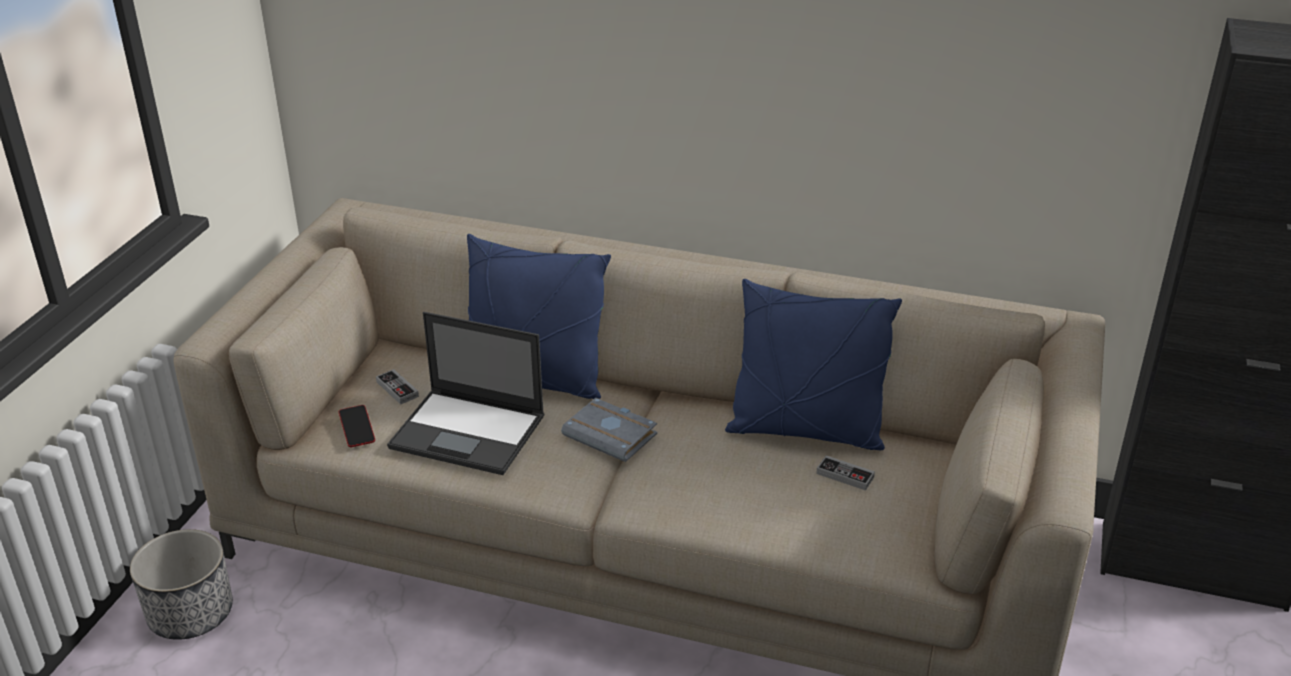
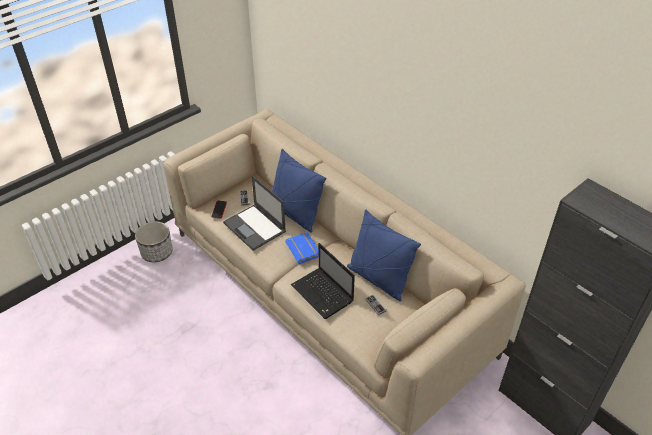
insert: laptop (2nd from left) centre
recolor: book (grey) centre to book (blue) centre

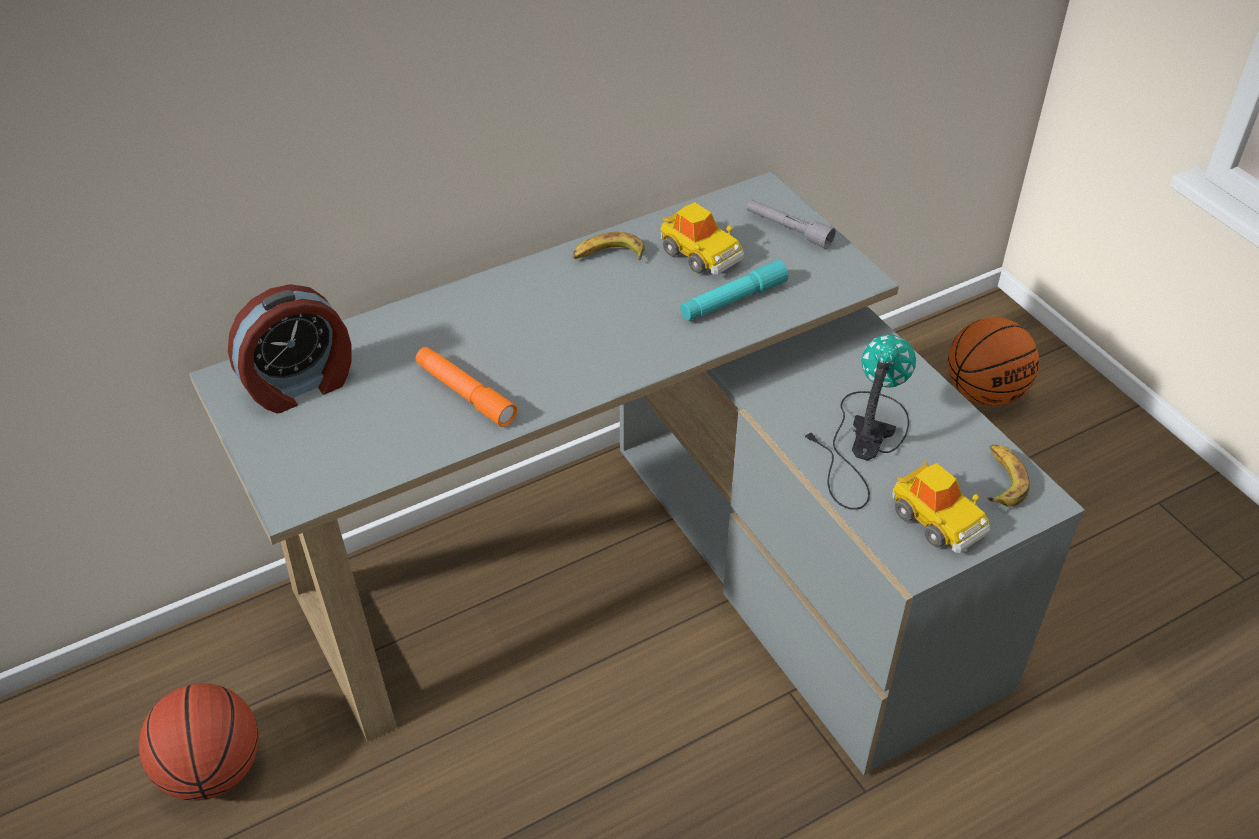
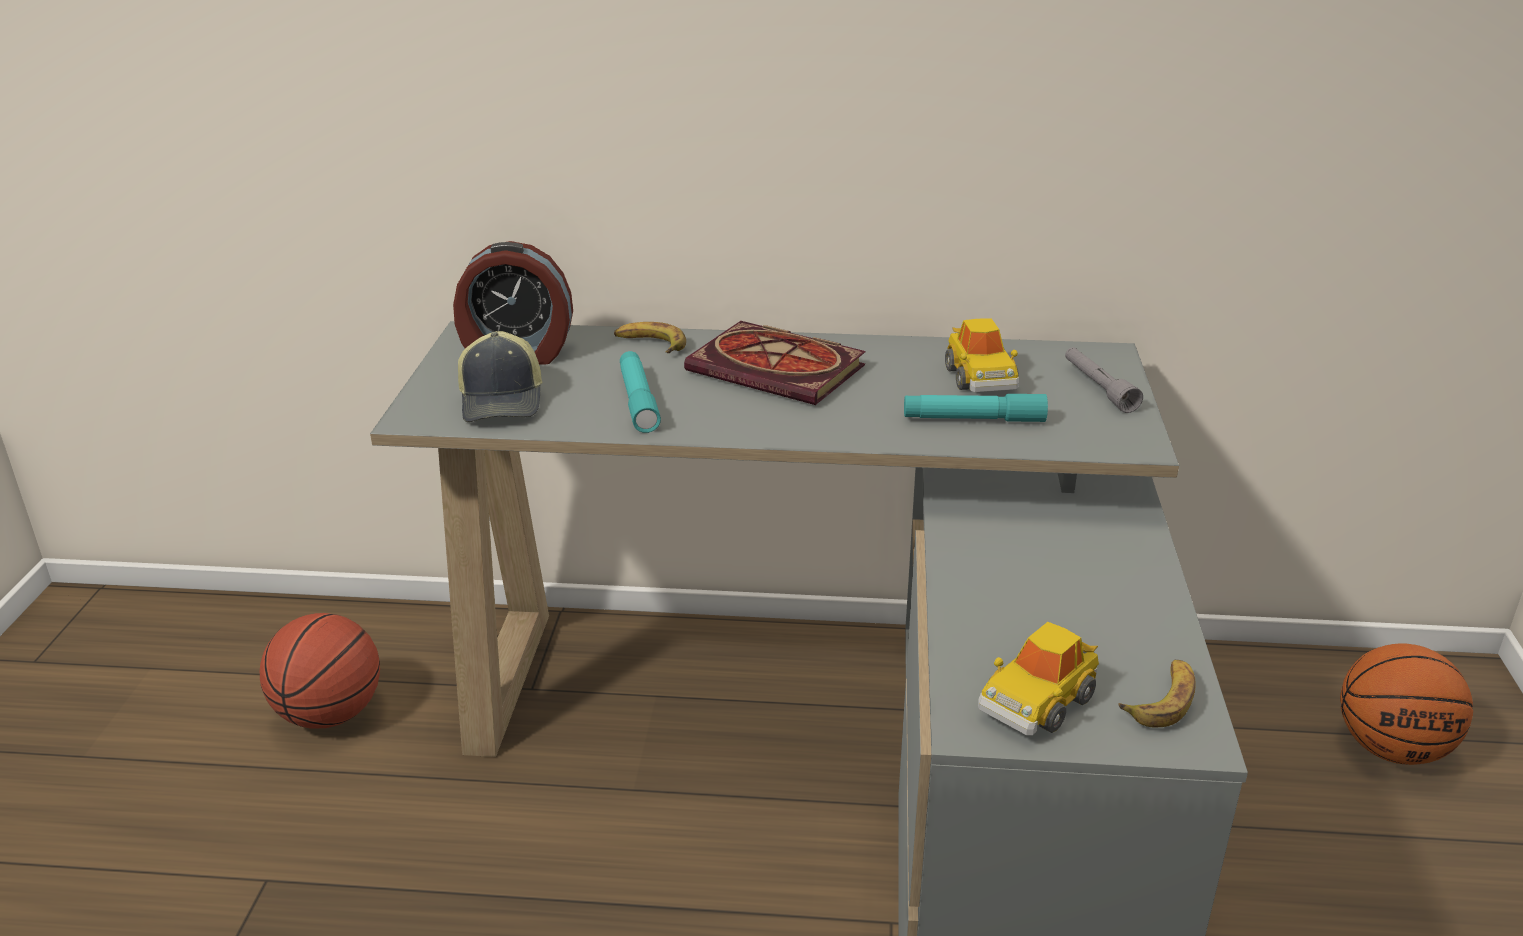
delete: table lamp middle right
insert: book centre; cap middle left
move: banana (1st from left) top centre to centre
recolor: flashlight (orange) centre to flashlight (turquoise) (1st from left) centre
rotate: toy car (2nd from left) middle right = bottom right 45 degrees clockwise

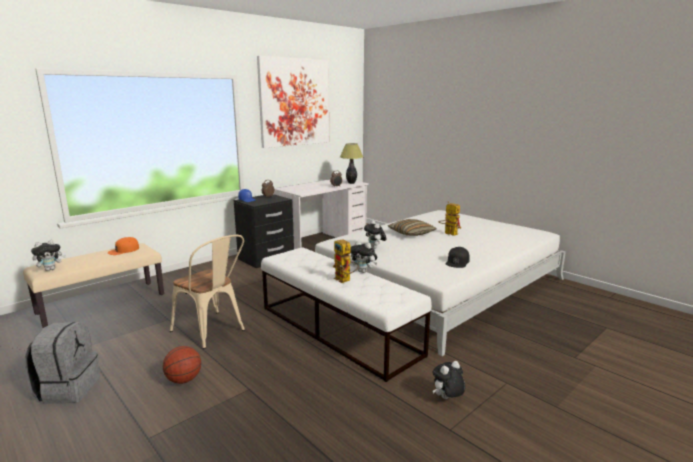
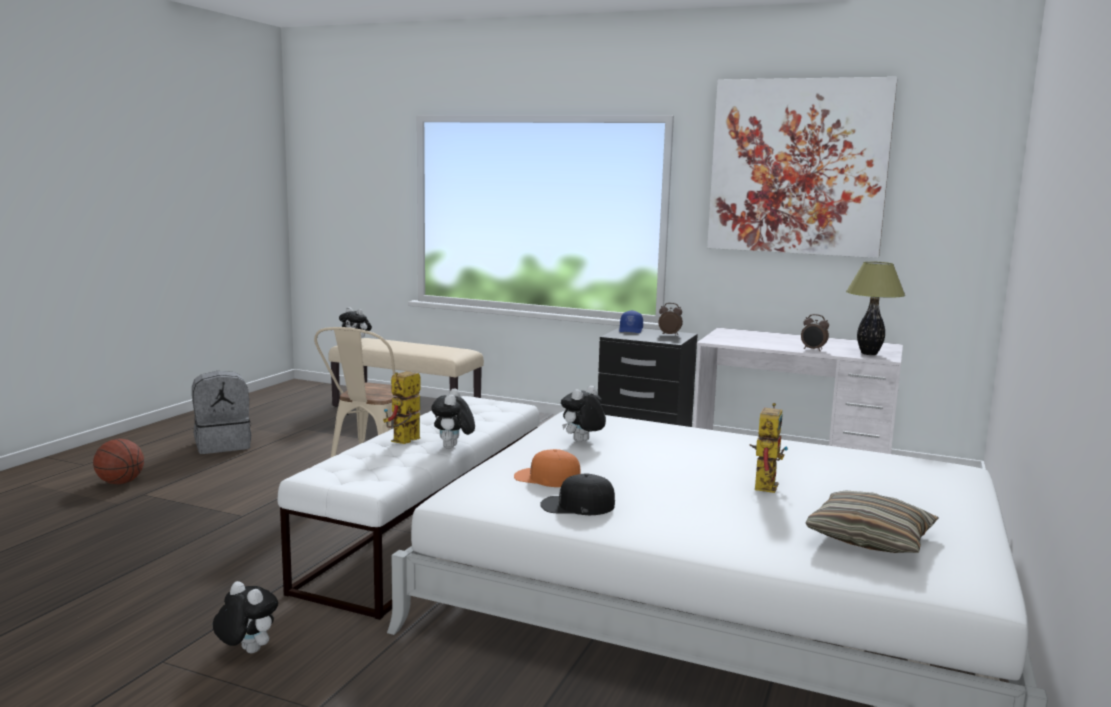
move: pillow centre to bottom right; cap (orange) middle left to centre; basketball bottom left to middle left

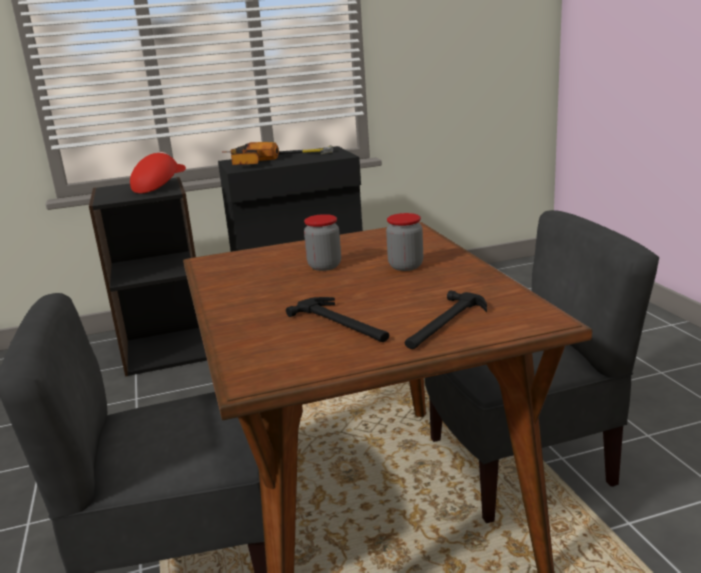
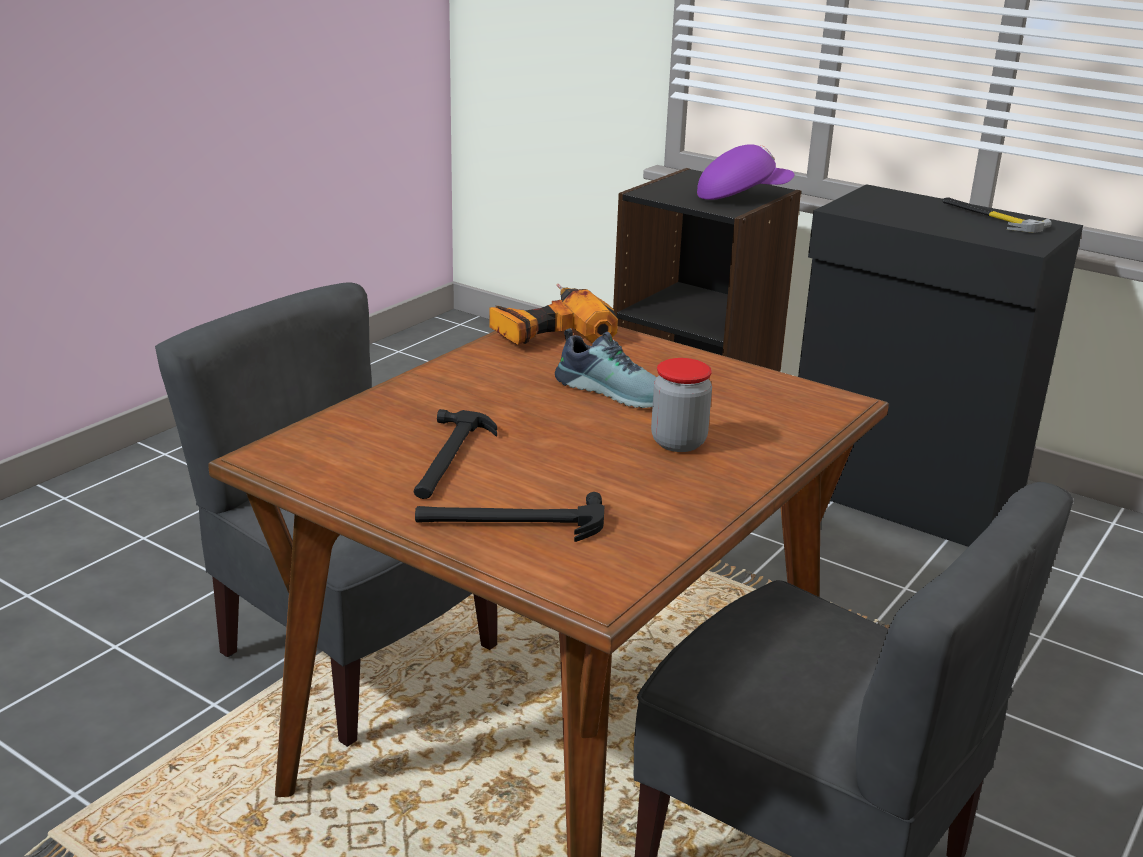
move: power drill top centre to centre
replace: jar (1st from left) centre to shoe centre
recolor: cap (red) top left to cap (purple) top centre

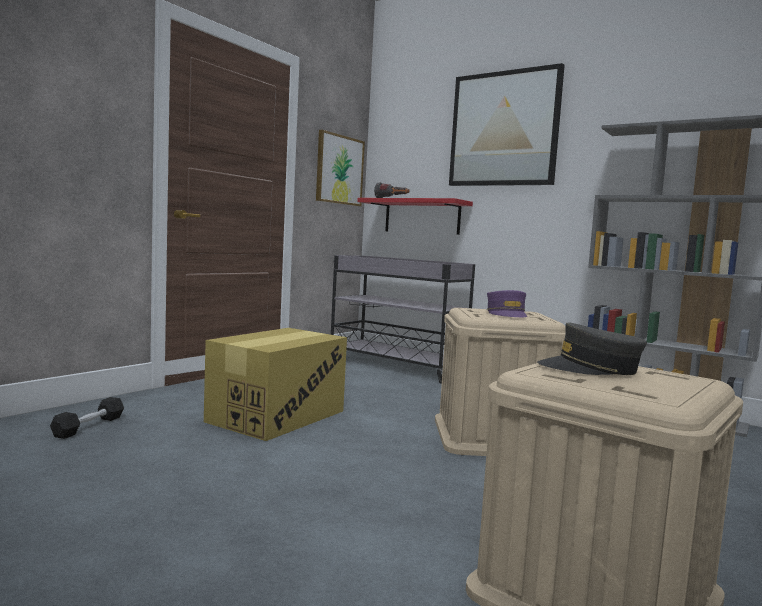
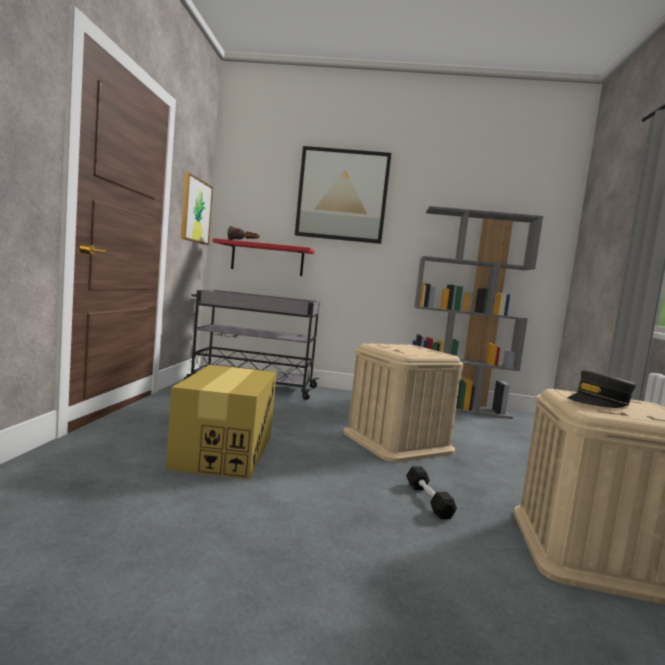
delete: cap (purple) centre
move: dumbbell (black) bottom left to bottom centre

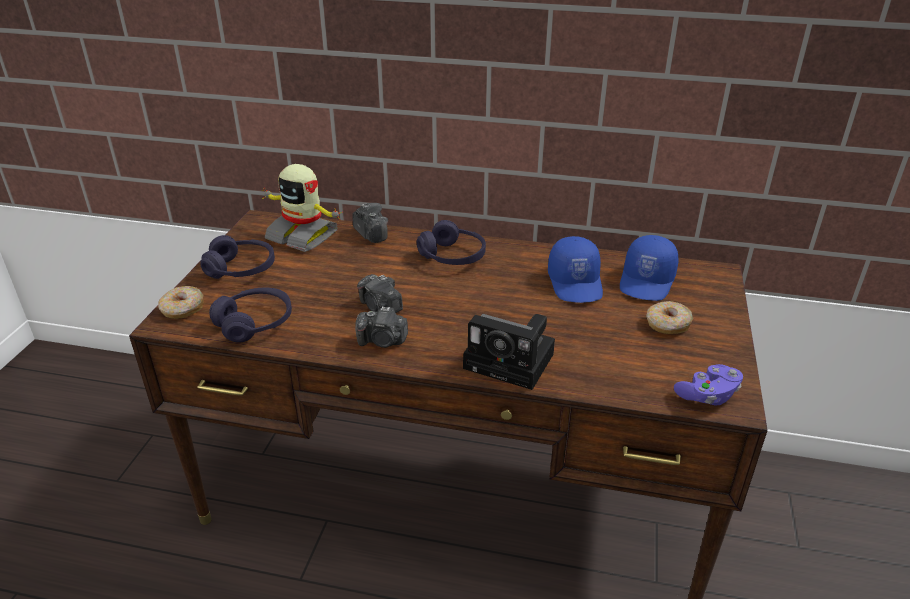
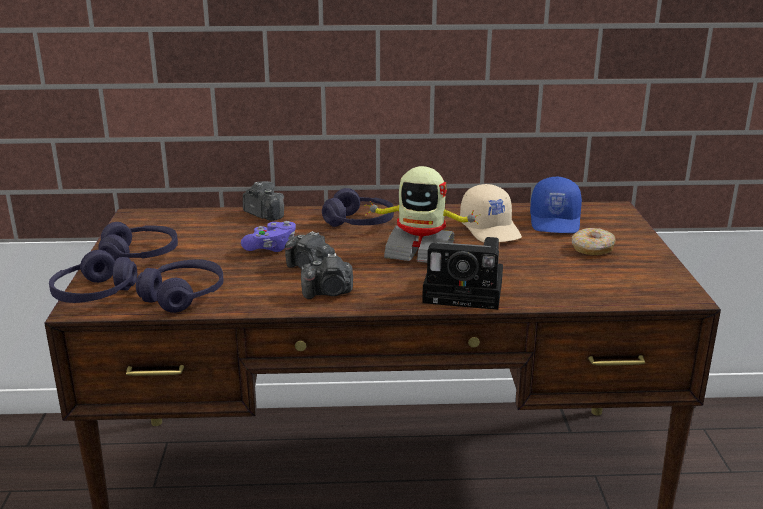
move: toy robot middle left to centre; game controller (purple) middle right to centre
replace: donut (1st from left) middle left to headphones (purple) (1st from left) middle left
recolor: cap (blue) (1st from left) centre to cap (beige) centre

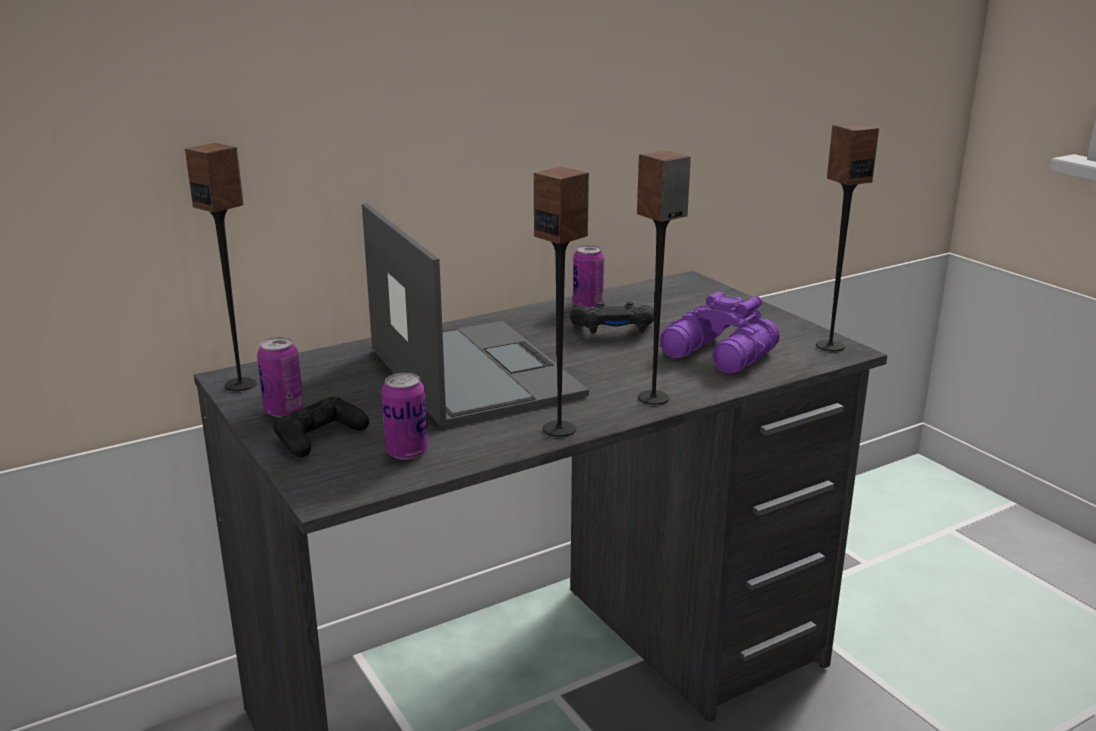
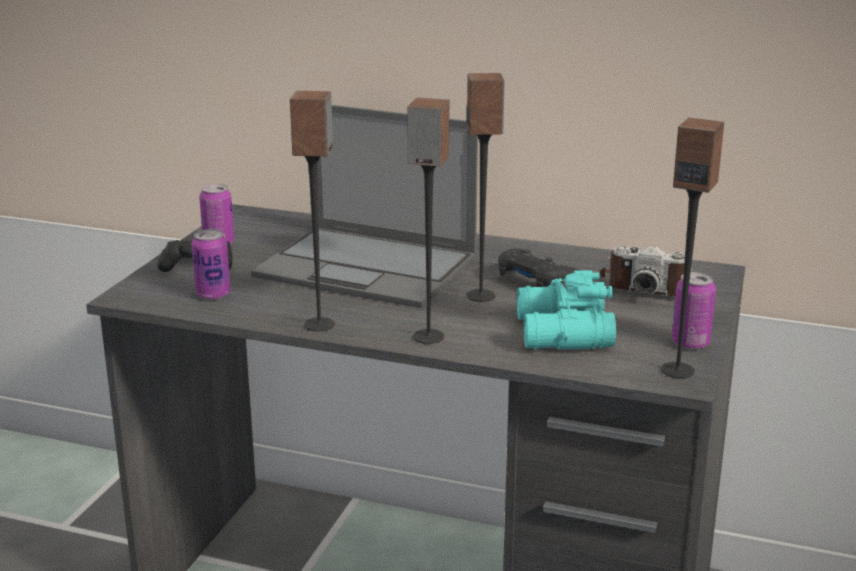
insert: photo camera middle right
move: speaker (1st from left in the first image) middle left to speaker (3rd from left) top centre; can (3rd from left) centre to middle right
recolor: binoculars (purple) centre to binoculars (turquoise) centre
rotate: laptop centre = centre 90 degrees clockwise

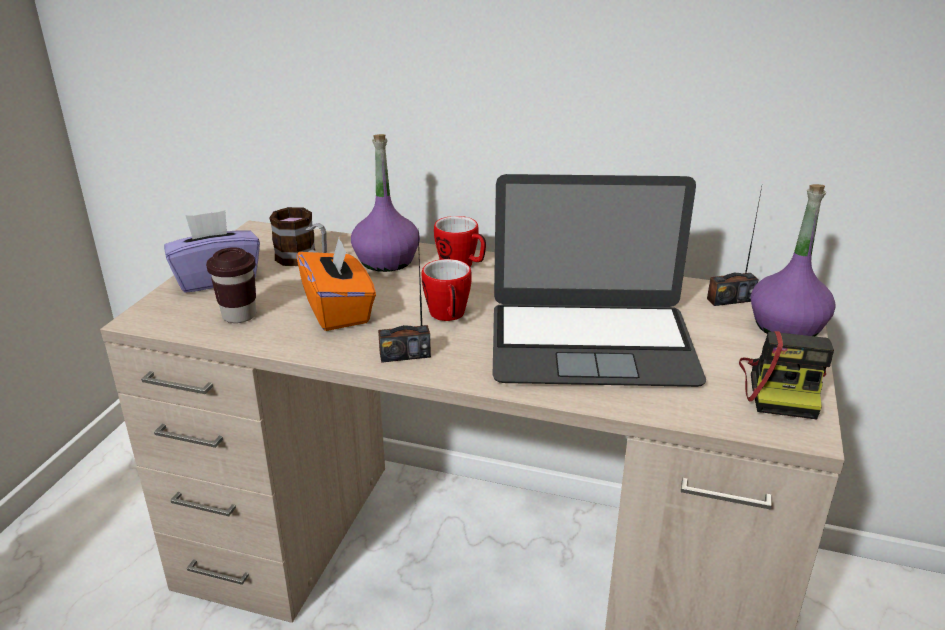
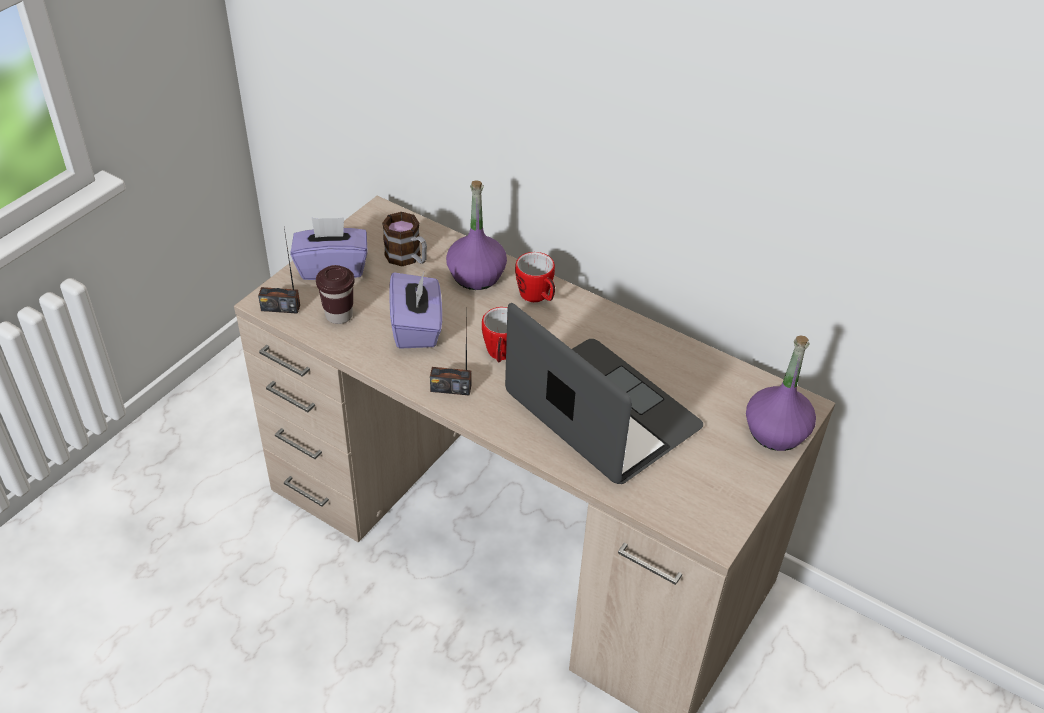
delete: photo camera middle right
move: radio (2nd from left in the first image) middle right to radio (1st from left) middle left
recolor: tissue box (orange) centre to tissue box (purple) (2nd from left) centre
rotate: laptop centre = centre 150 degrees counterclockwise

